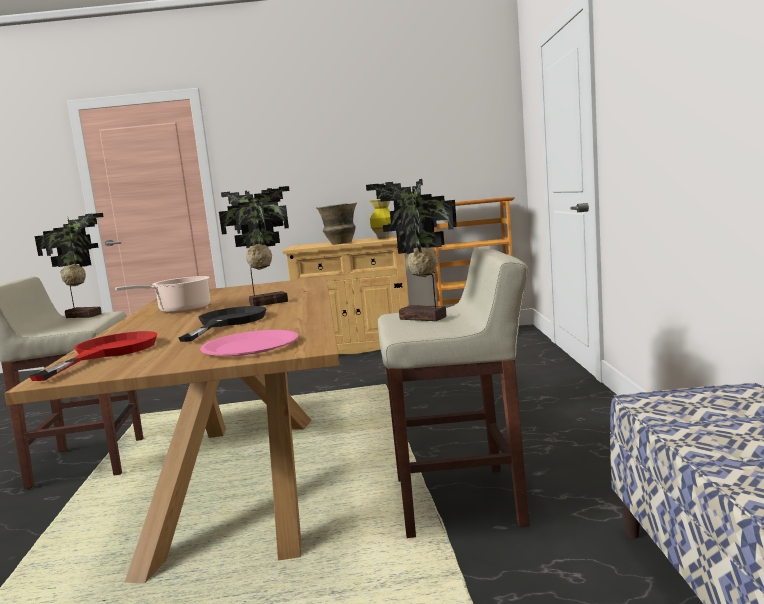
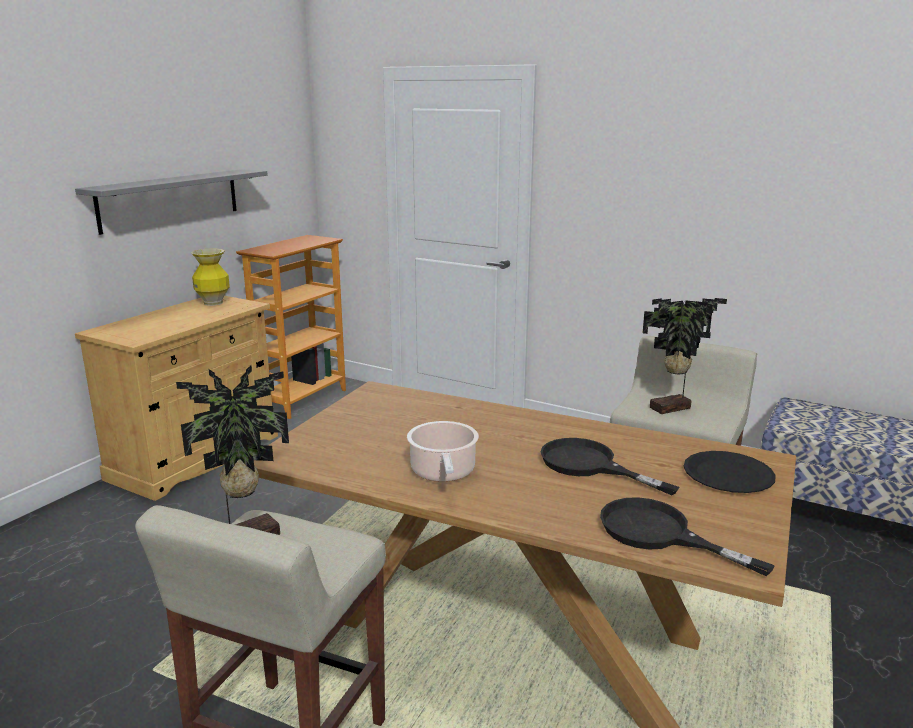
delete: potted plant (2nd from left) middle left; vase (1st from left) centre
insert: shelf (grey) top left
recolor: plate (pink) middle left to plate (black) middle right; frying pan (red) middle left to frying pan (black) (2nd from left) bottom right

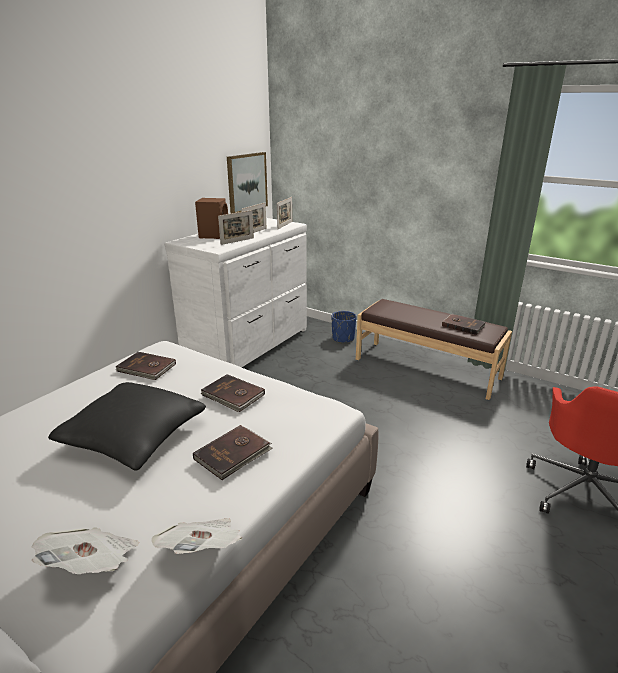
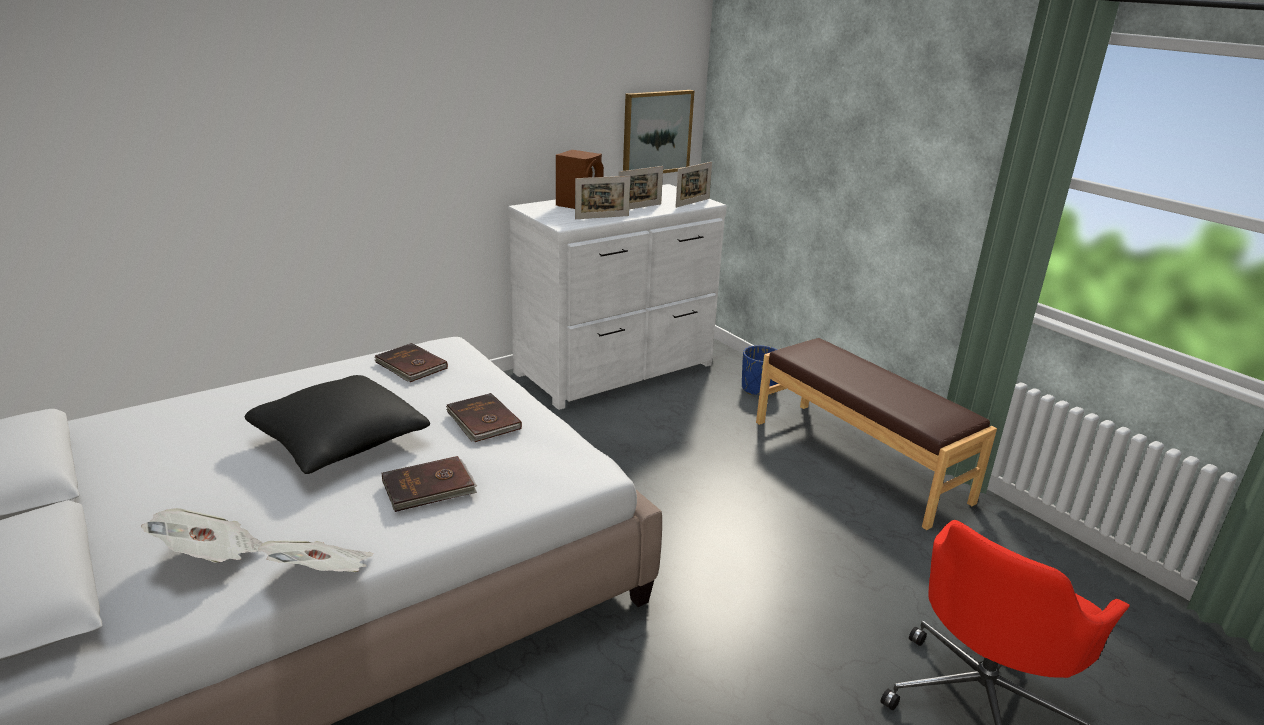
delete: book (brown) (4th from left) middle right

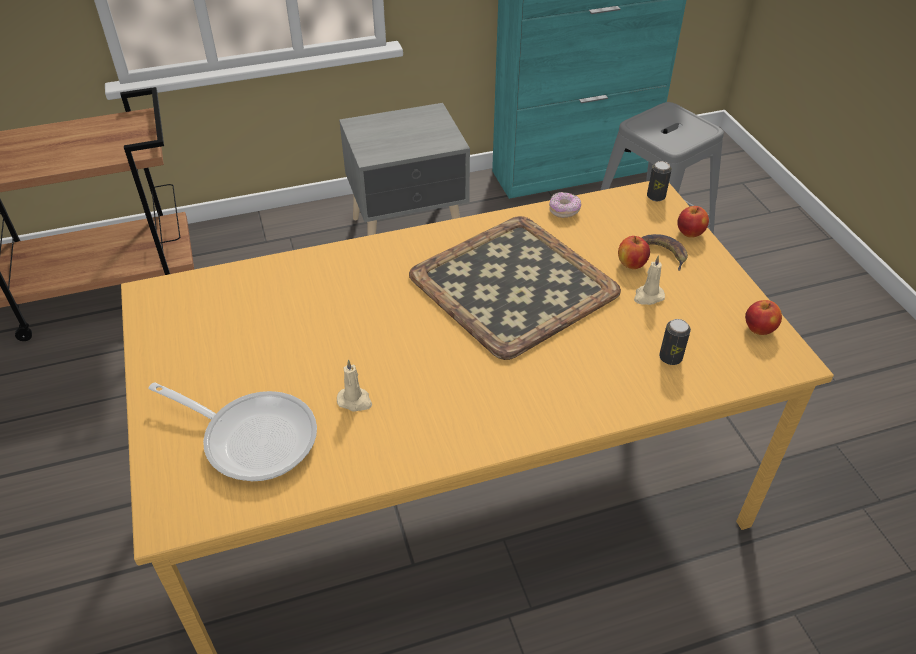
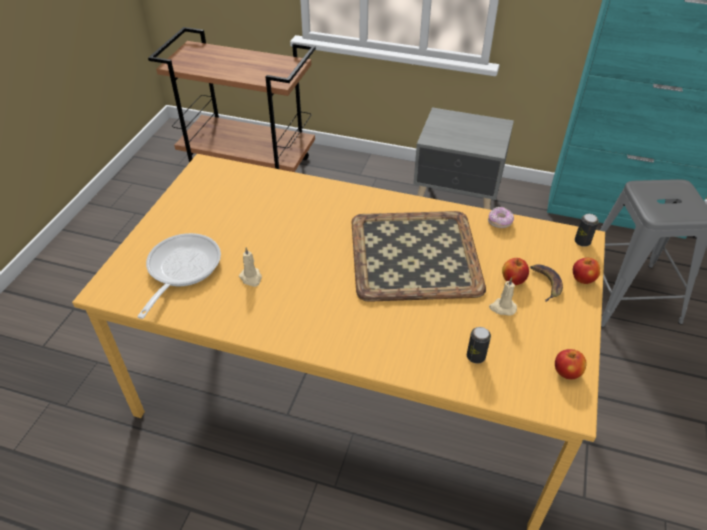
rotate: frying pan middle left = middle left 135 degrees counterclockwise

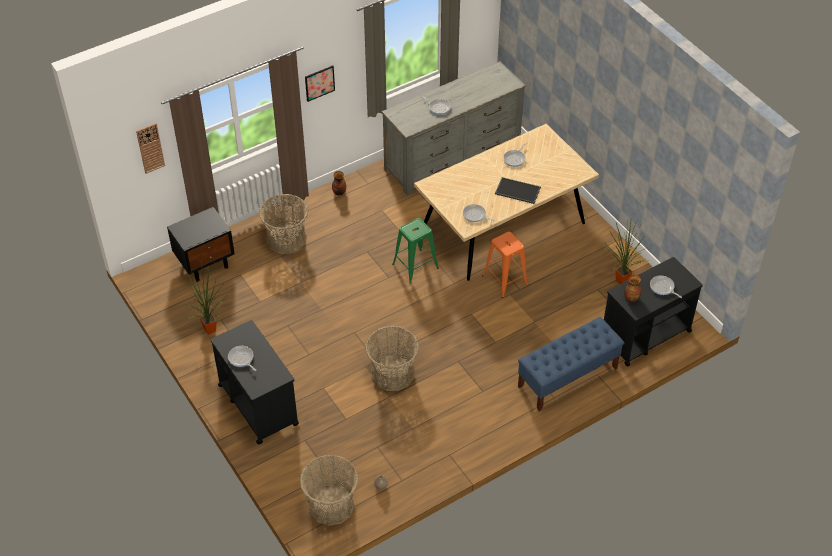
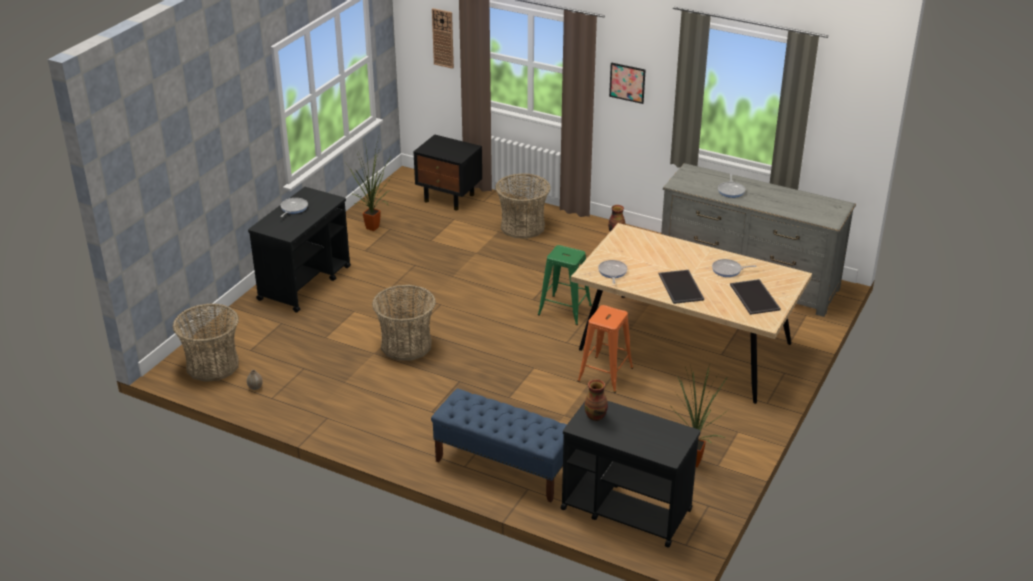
delete: frying pan (5th from left) middle right
insert: tray (2nd from left) middle right

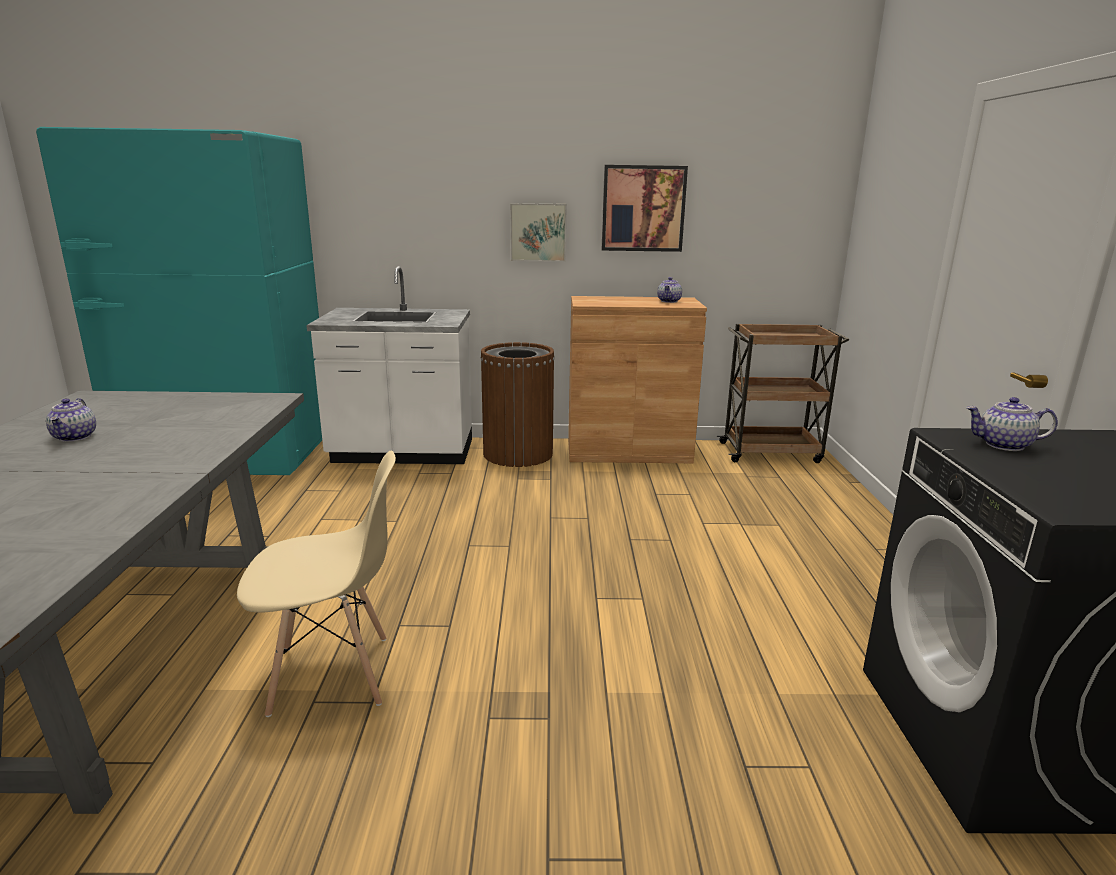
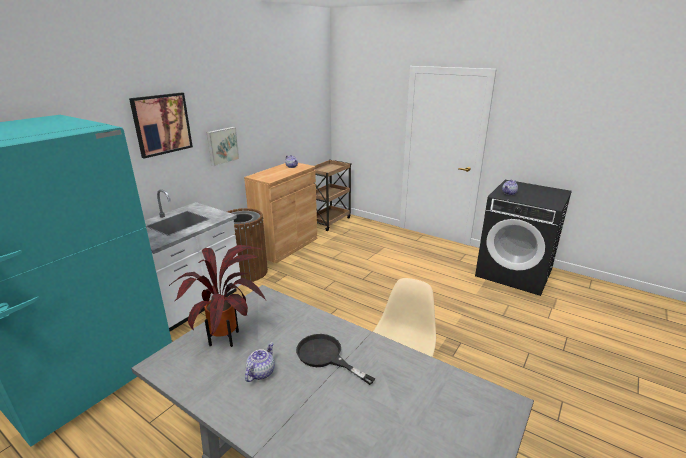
insert: potted plant middle left; frying pan (black) bottom centre
move: picture (2nd from left in the first image) top centre to picture (1st from left) top left
rotate: teapot (1st from left) middle left = bottom centre 90 degrees counterclockwise

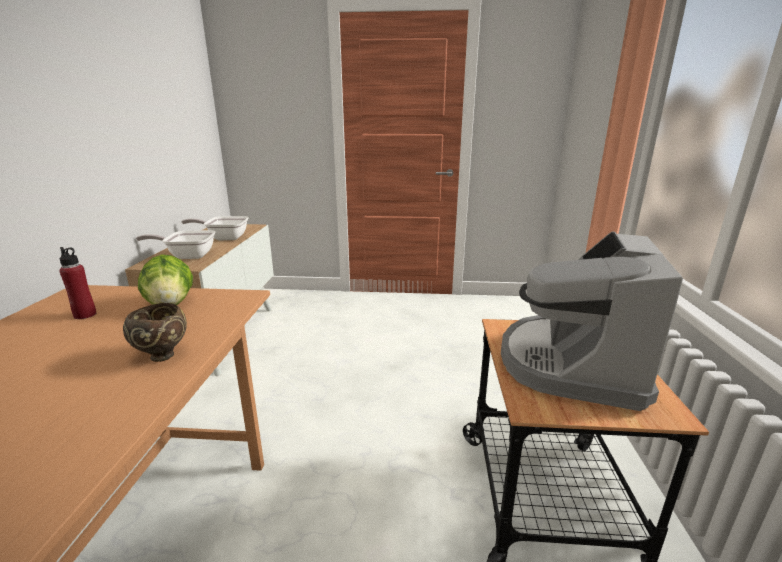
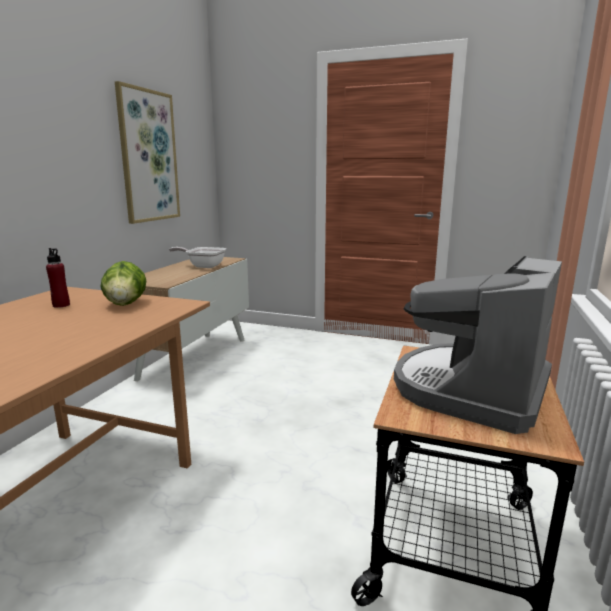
delete: frying pan (1st from left) middle left; bowl (brown) middle left
insert: picture top left

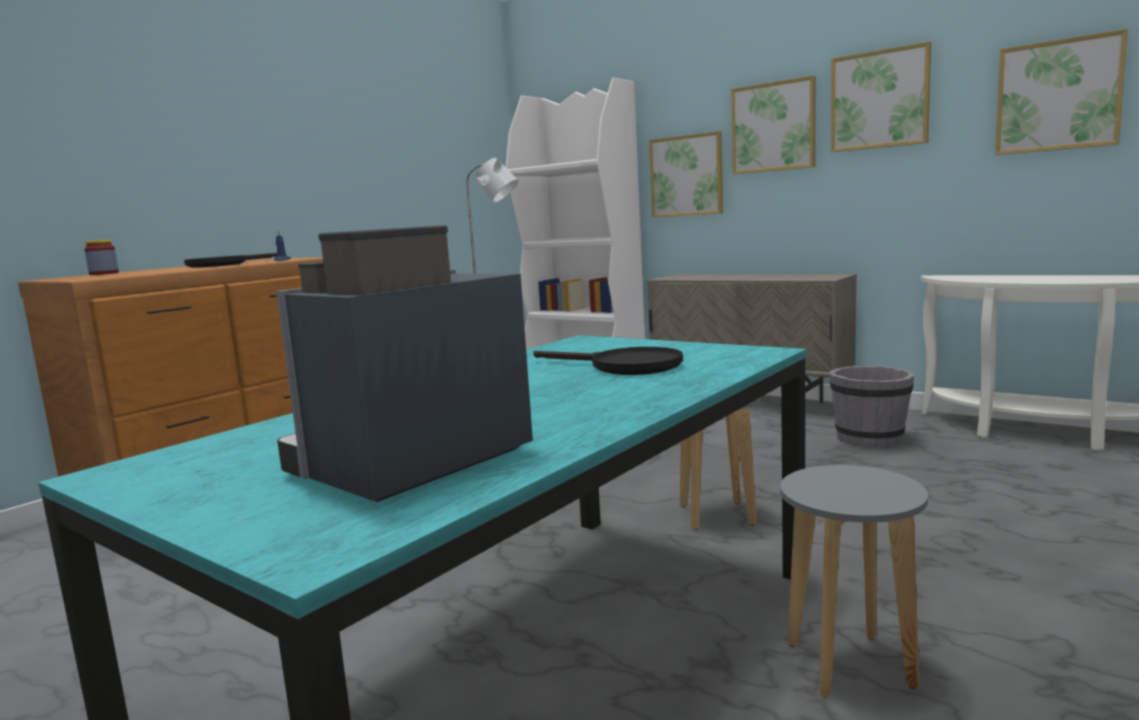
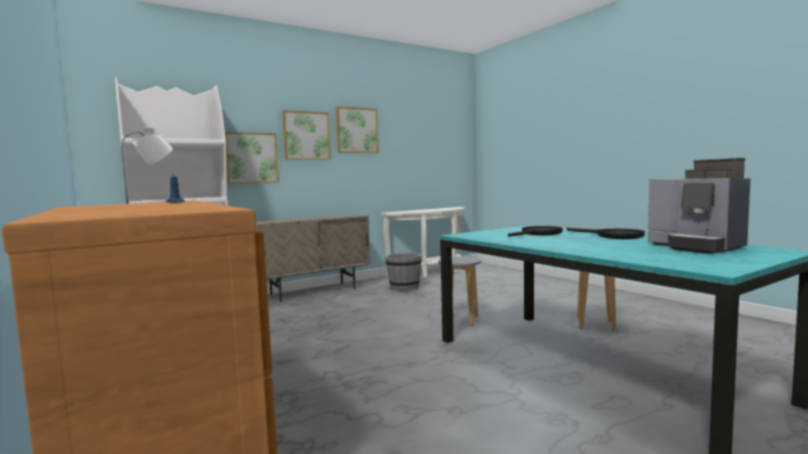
delete: picture (4th from left) top right; jar middle left
move: frying pan (black) (1st from left in the first image) middle left to frying pan (black) (2nd from left) middle right

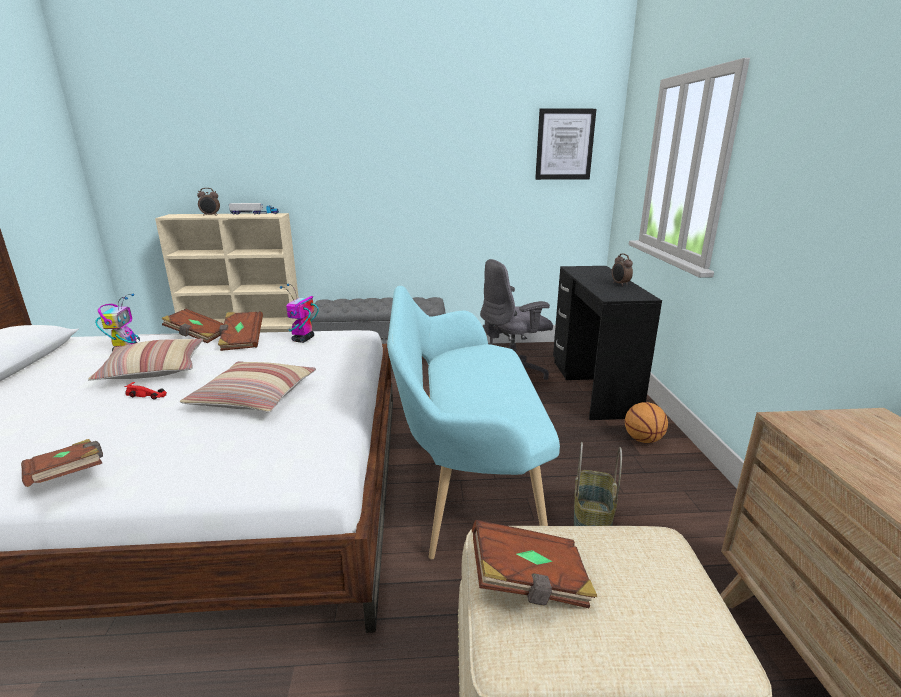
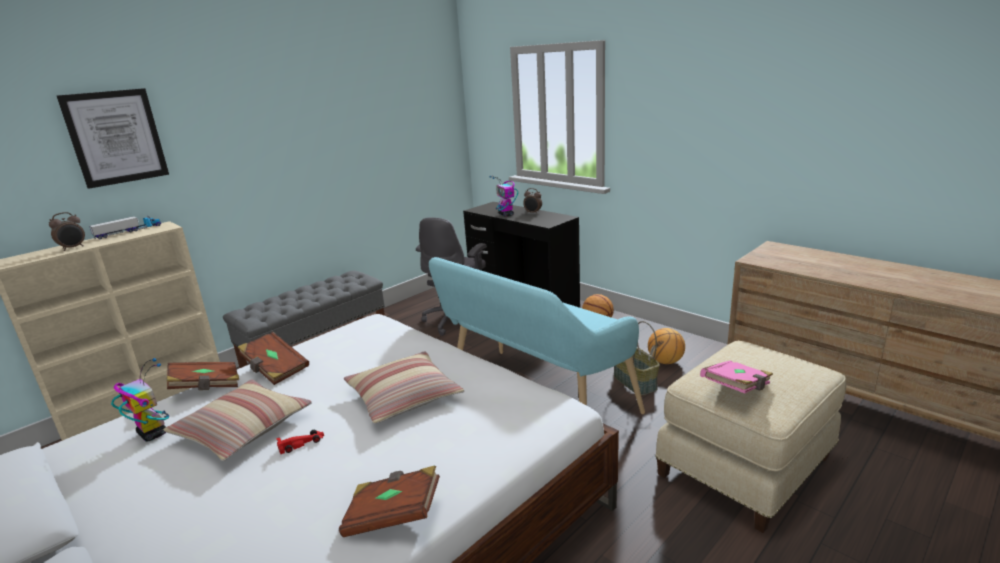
insert: basketball (2nd from left) centre
move: picture top centre to top left; toy robot (2nd from left) middle left to centre
recolor: book (brown) (4th from left) bottom centre to book (pink) bottom right

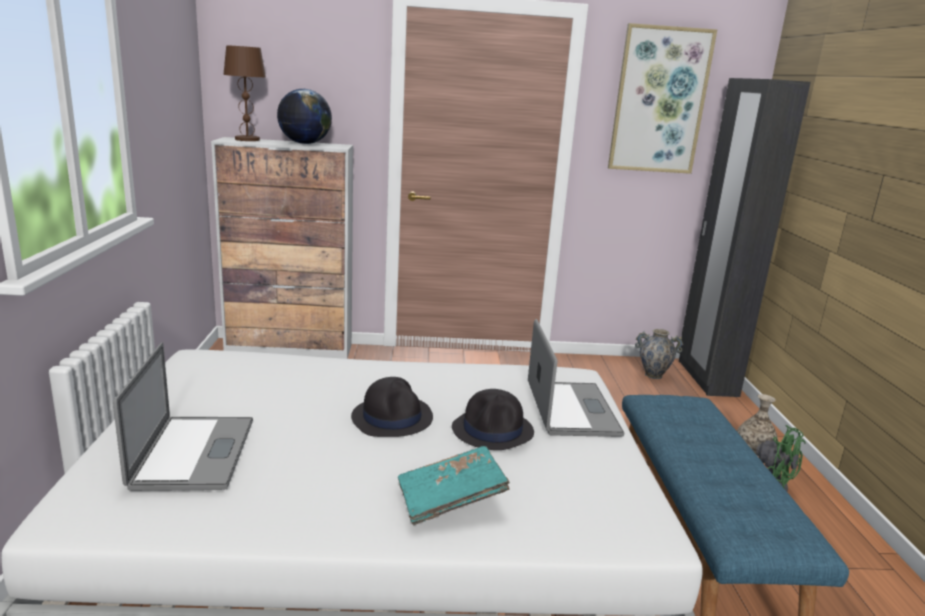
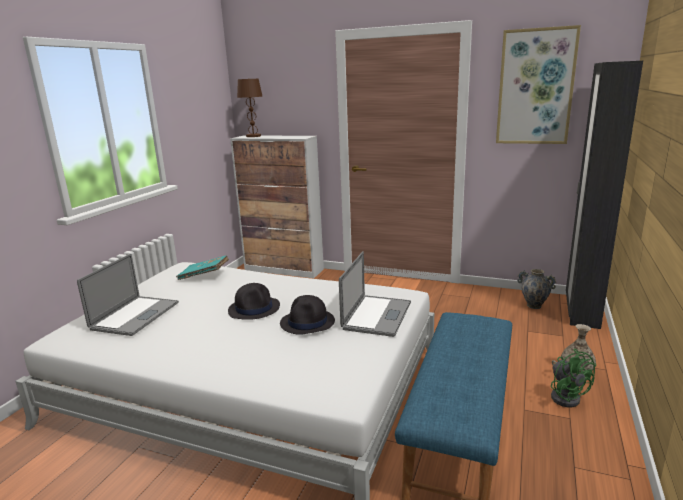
delete: globe top left
move: book (turquoise) bottom centre to middle left

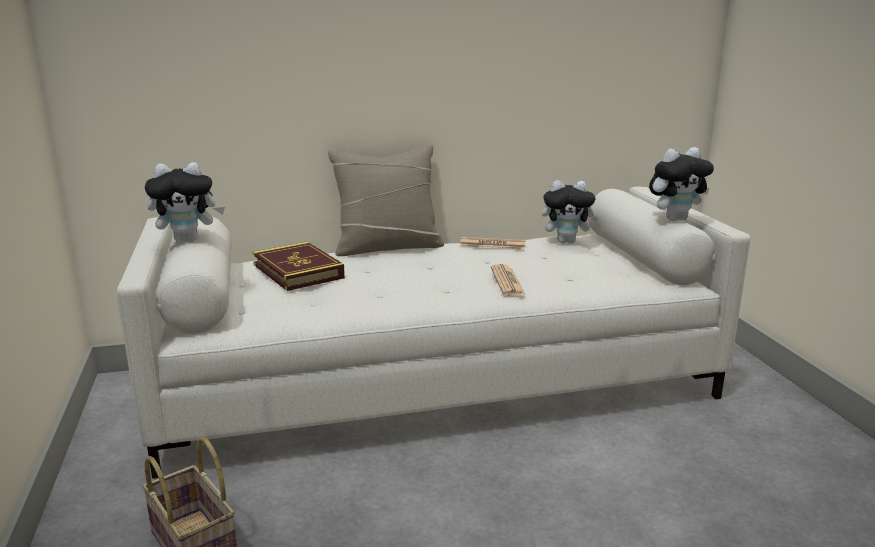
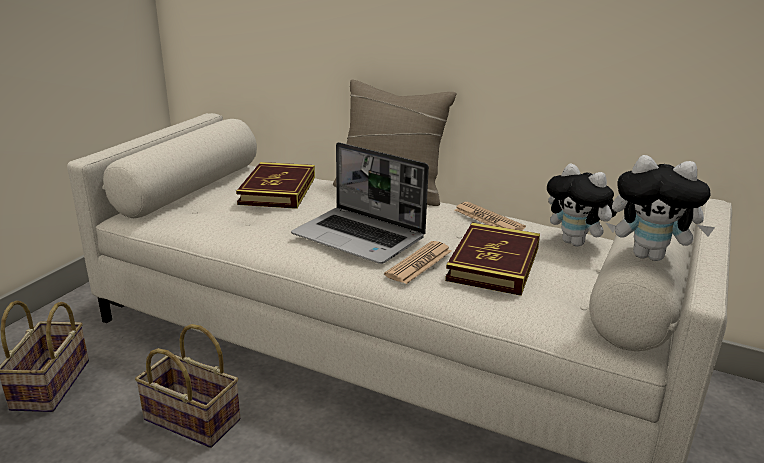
delete: plush toy (1st from left) middle left
insert: laptop centre; book (2nd from left) centre; basket (2nd from left) bottom left

